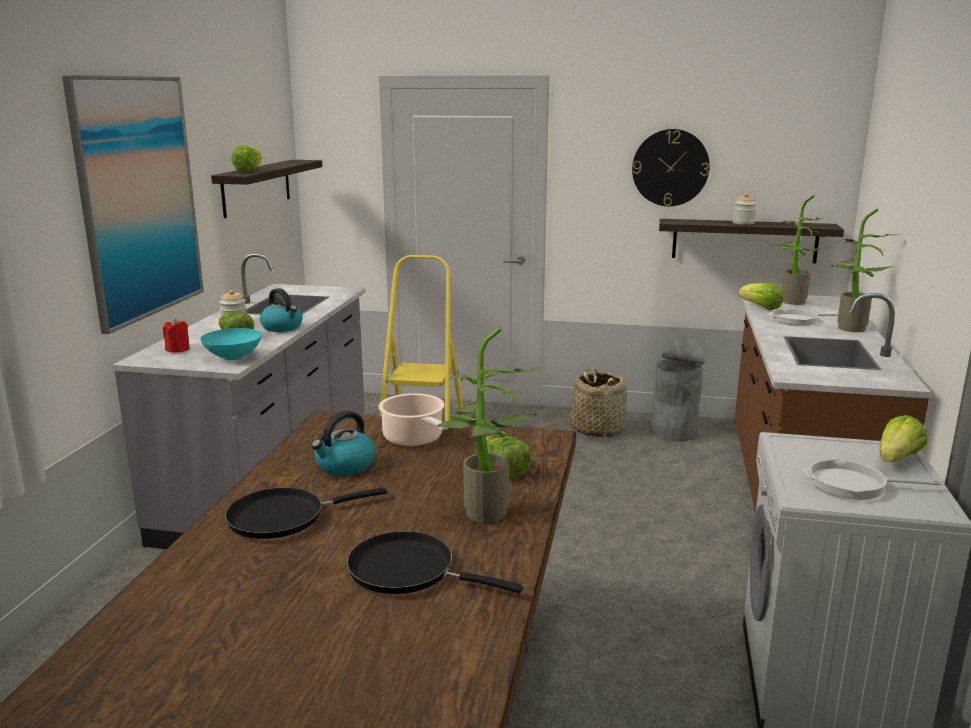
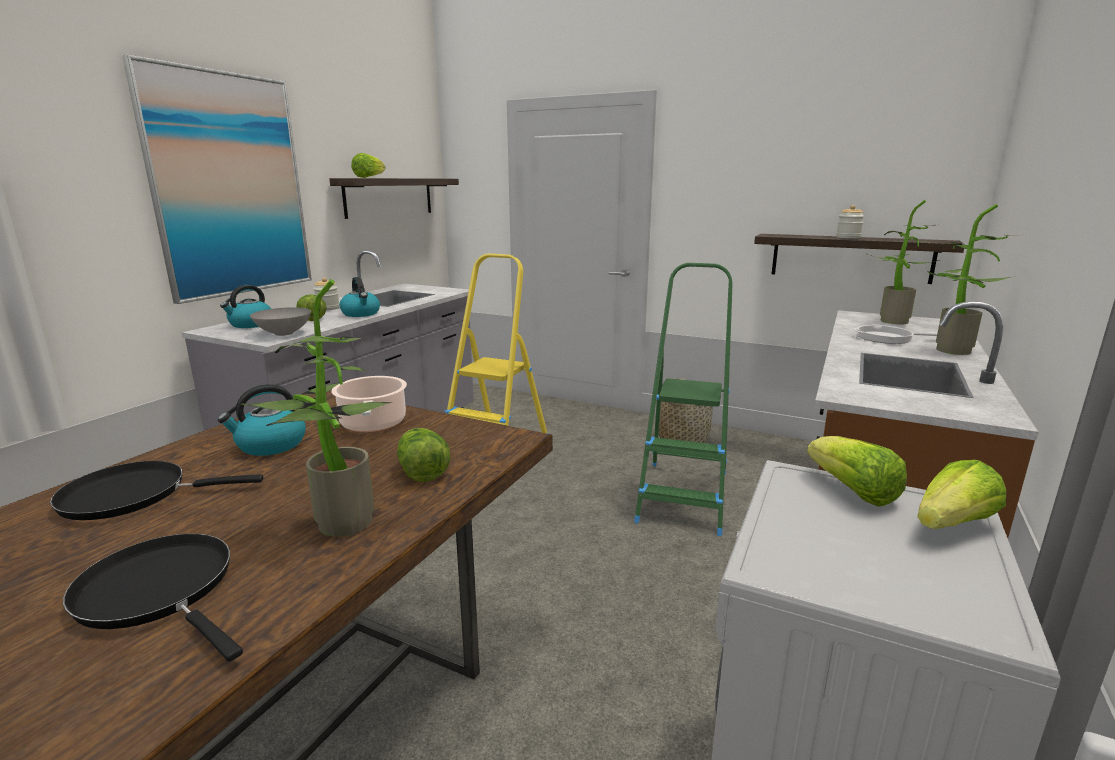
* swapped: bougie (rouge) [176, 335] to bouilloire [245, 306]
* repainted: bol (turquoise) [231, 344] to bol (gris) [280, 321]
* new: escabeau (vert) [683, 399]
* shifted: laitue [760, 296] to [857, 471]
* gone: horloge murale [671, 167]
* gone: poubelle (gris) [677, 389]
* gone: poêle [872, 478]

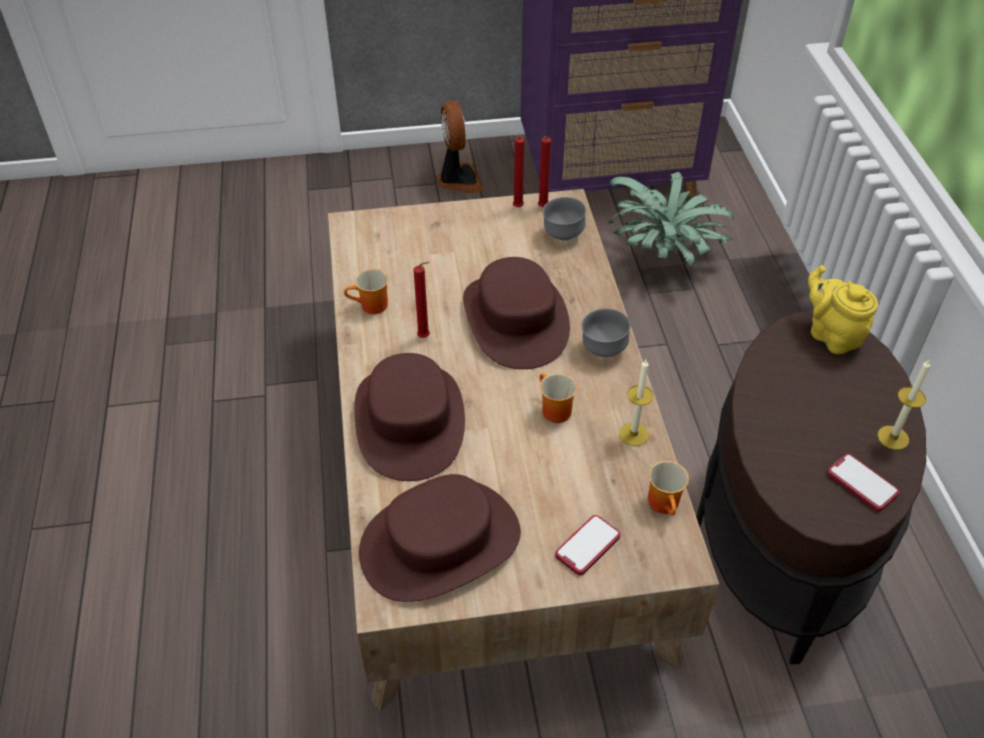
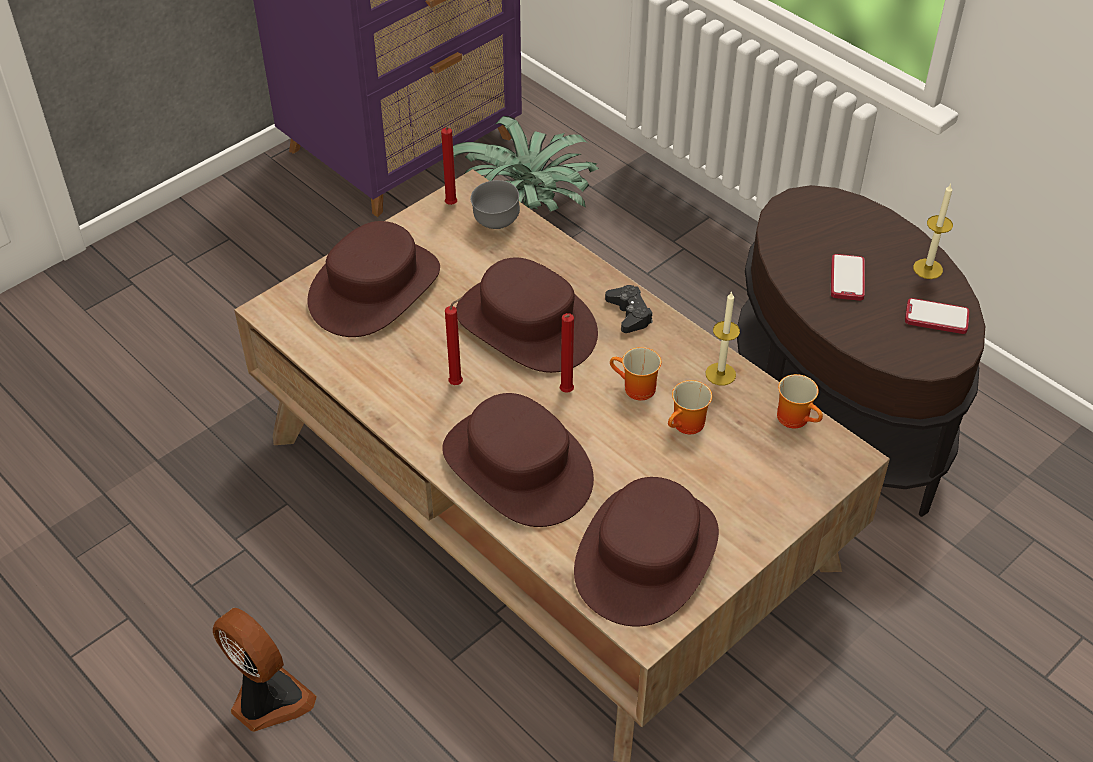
* shifted: ventilateur [459, 147] to [265, 670]
* new: chapeau (marron) [373, 279]
* shifted: bougie (rouge) [518, 171] to [567, 353]
* swapped: bol (gris) [606, 333] to manette (noir) [629, 309]
* shifted: mug [366, 291] to [690, 407]
* shifted: téléphone [588, 545] to [848, 277]
* gone: théière (jaune) [843, 309]

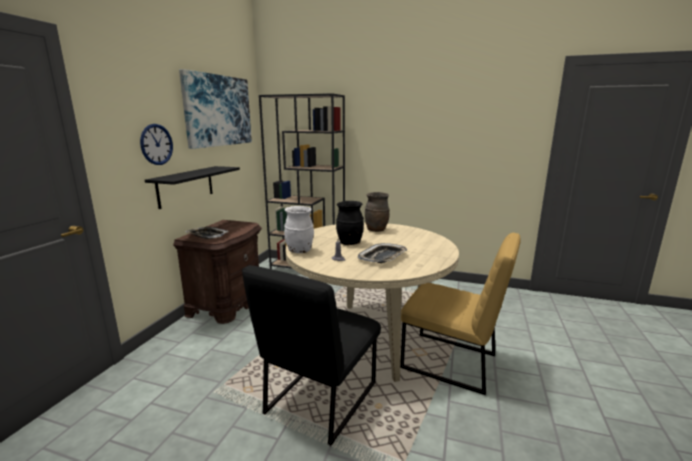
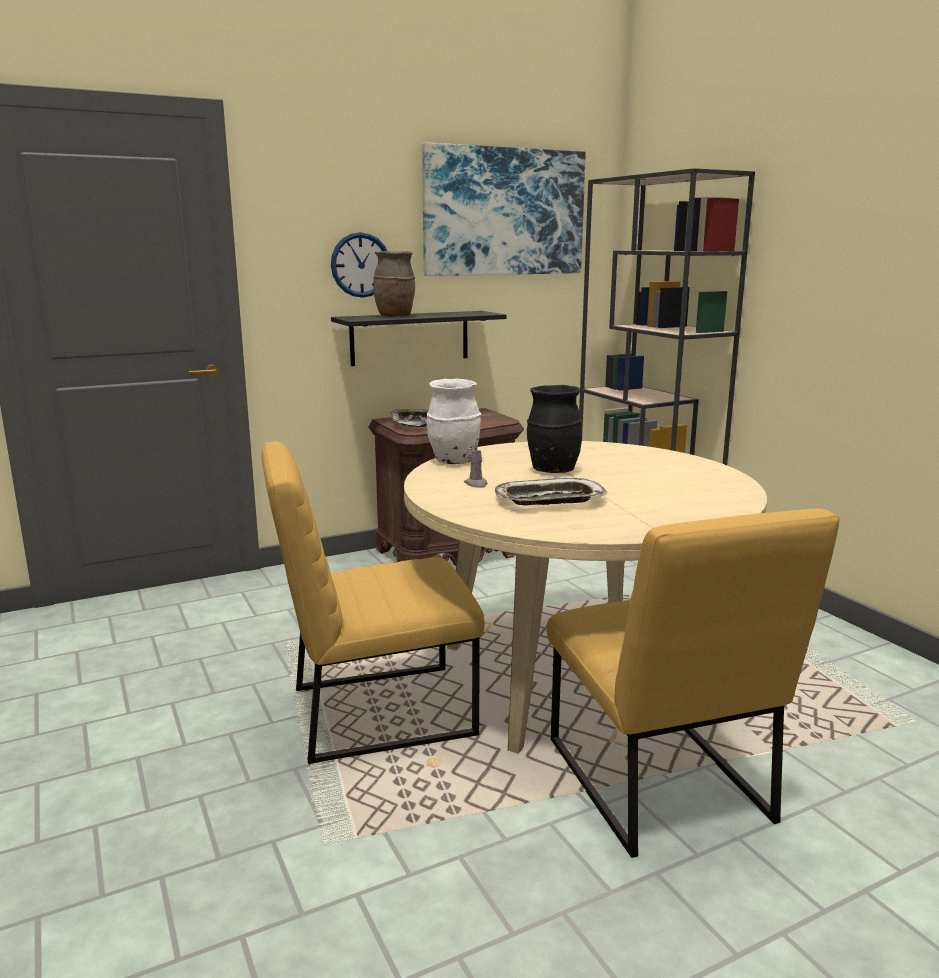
* repainted: chaise (noir) [311, 355] to chaise (jaune) [373, 602]
* shifted: vase (marron) [377, 212] to [394, 284]

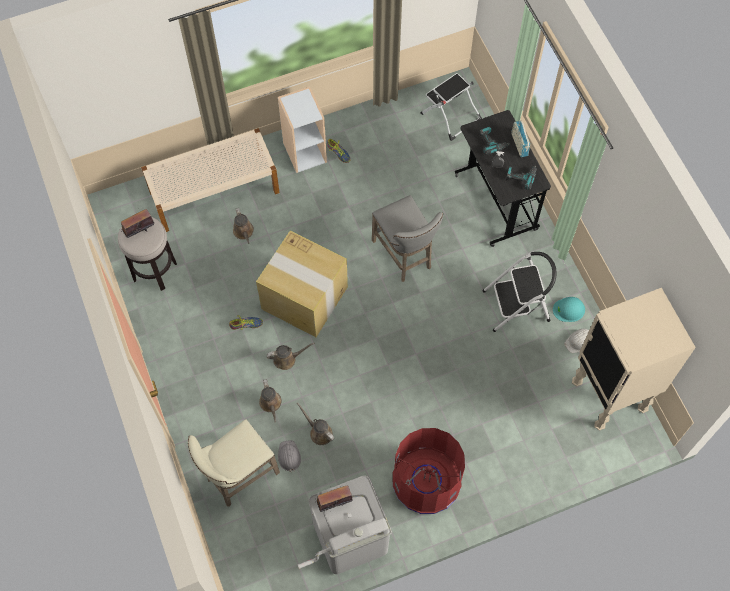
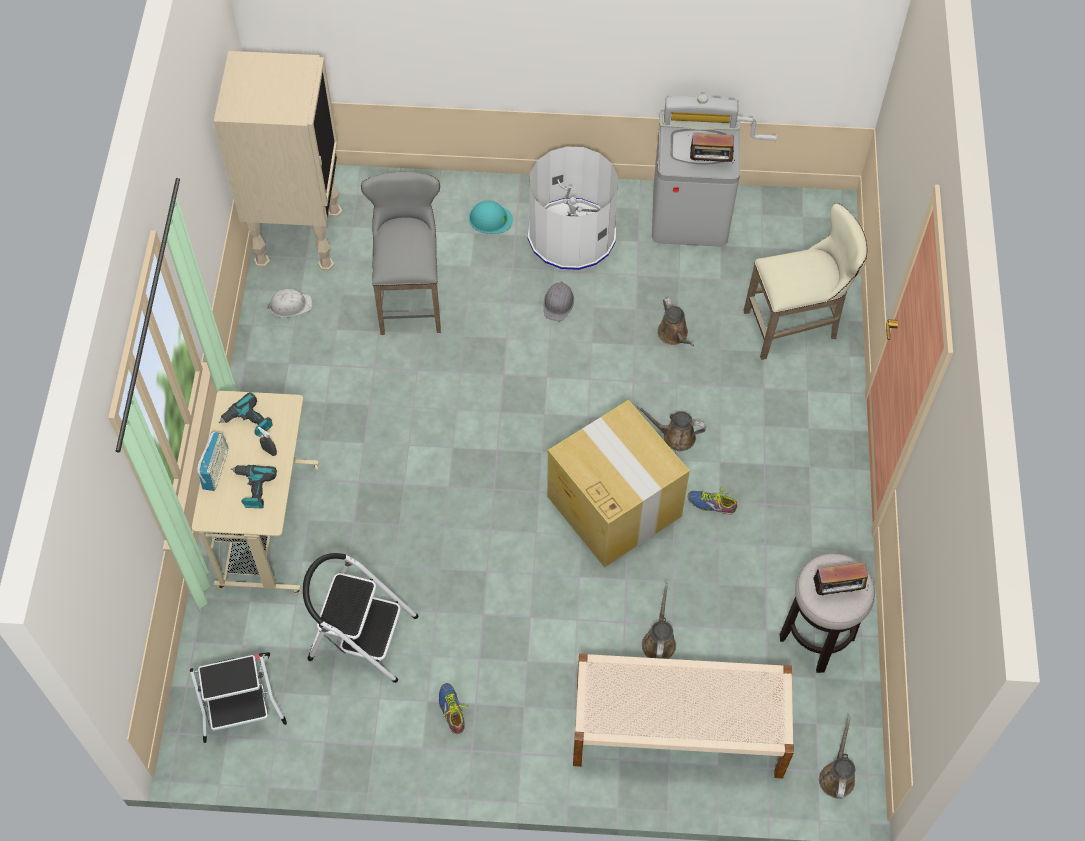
* repainted: bureau (noir) [502, 178] to bureau (beige) [255, 493]
* shifted: escabeau [519, 292] to [361, 618]
* shifted: tabouret (gris) [407, 238] to [401, 253]
* shifted: casque de chantier (turquoise) [569, 309] to [491, 217]
* repainted: poubelle (rouge) [428, 471] to poubelle (blanc) [573, 208]
* shifted: casque de chantier (gris) [289, 456] to [559, 301]
* shifted: arrosoir (marron) [270, 400] to [837, 757]
* gone: bibliothèque [302, 130]

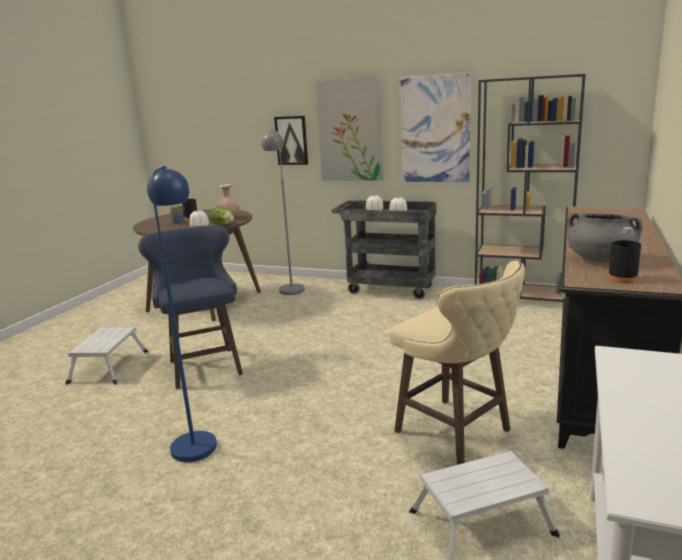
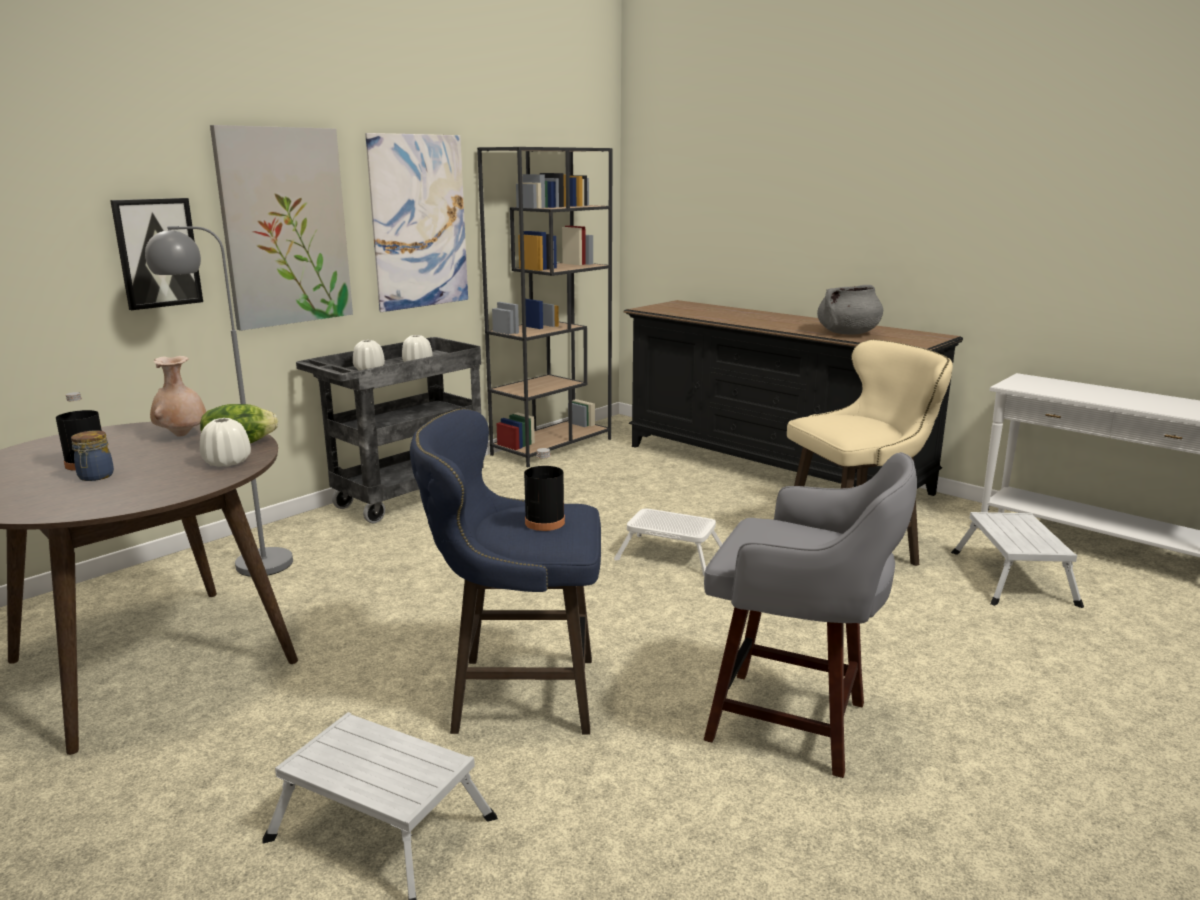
* shifted: bouteille (noir) [624, 255] to [544, 489]
* new: escabeau (blanc) [668, 542]
* swapped: lampadaire (bleu) [182, 314] to tabouret (gris) [810, 615]

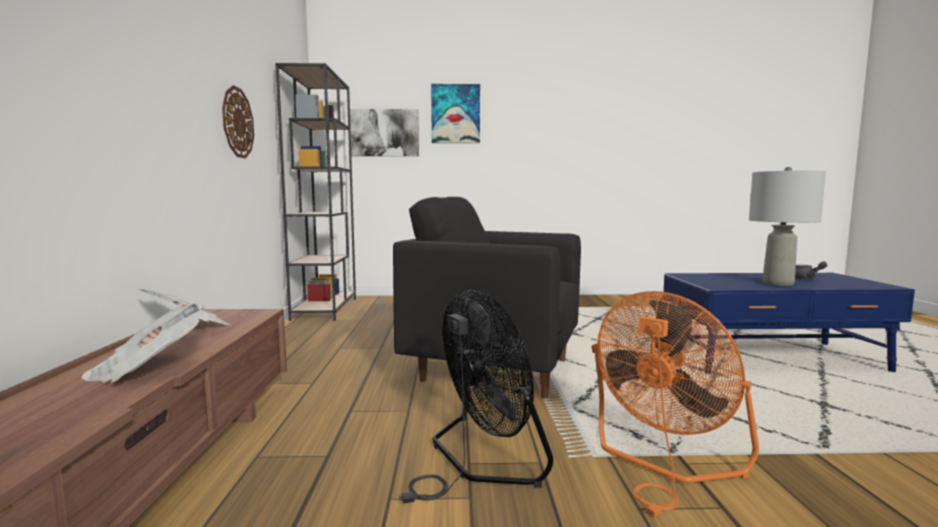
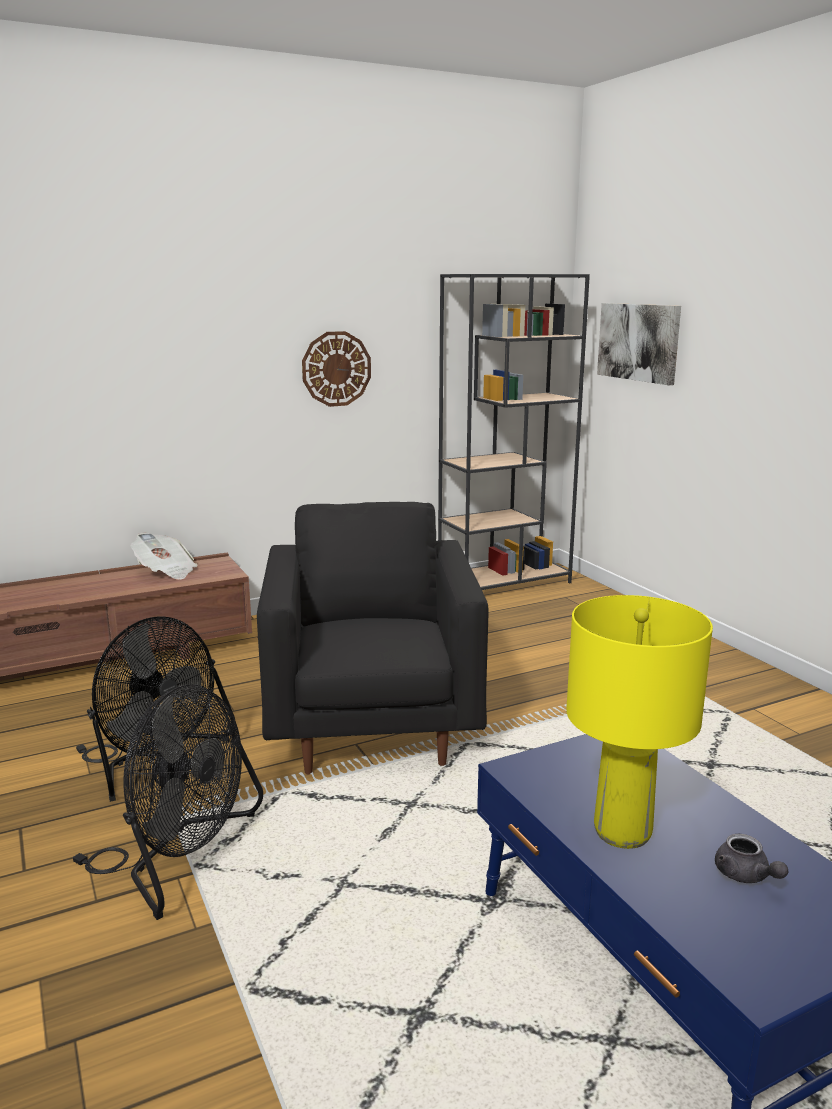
* repainted: ventilateur (orange) [675, 404] to ventilateur (noir) [168, 802]
* repainted: lampe de table (gris) [787, 226] to lampe de table (jaune) [639, 722]
* gone: journal [142, 343]
* gone: tableau [455, 113]

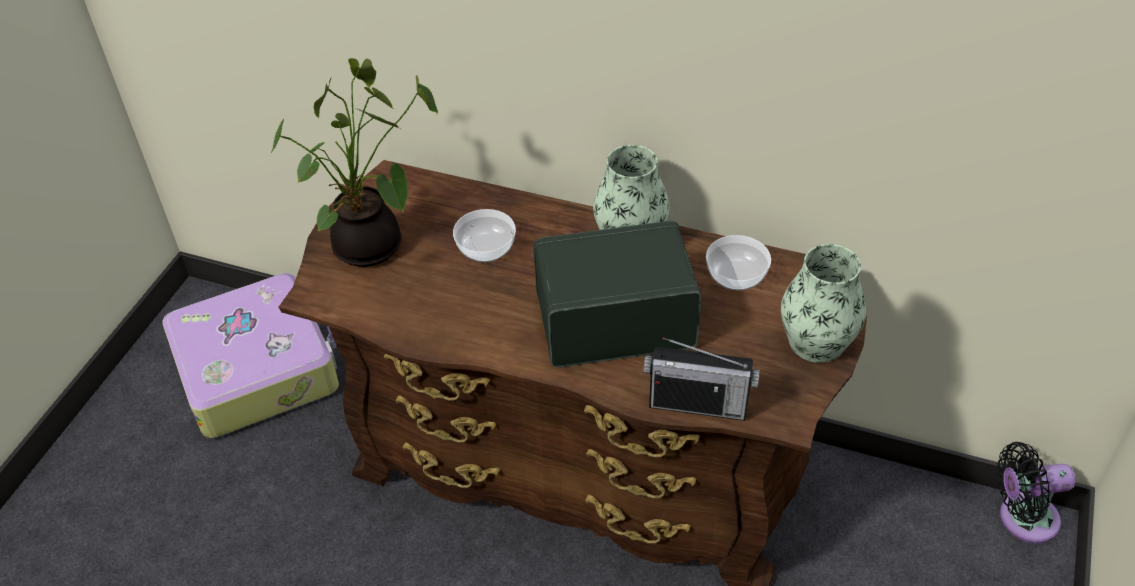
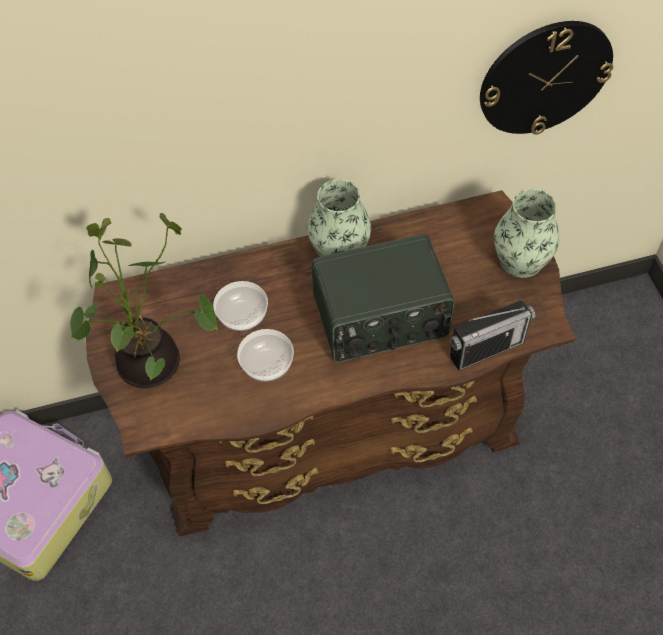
* shifted: bol [738, 263] to [265, 355]
* rotated: radio [617, 294] = [383, 298] 150 degrees counterclockwise
* new: horloge murale [546, 78]
* gone: ventilateur (noir) [1036, 492]

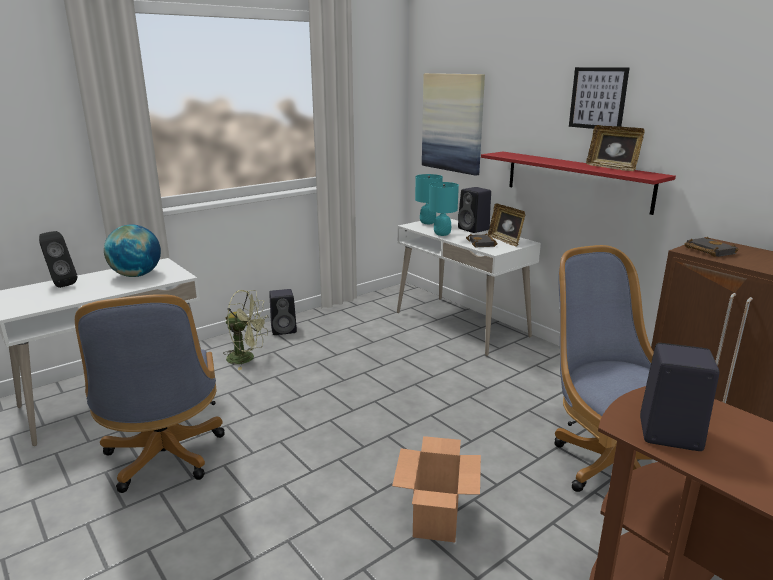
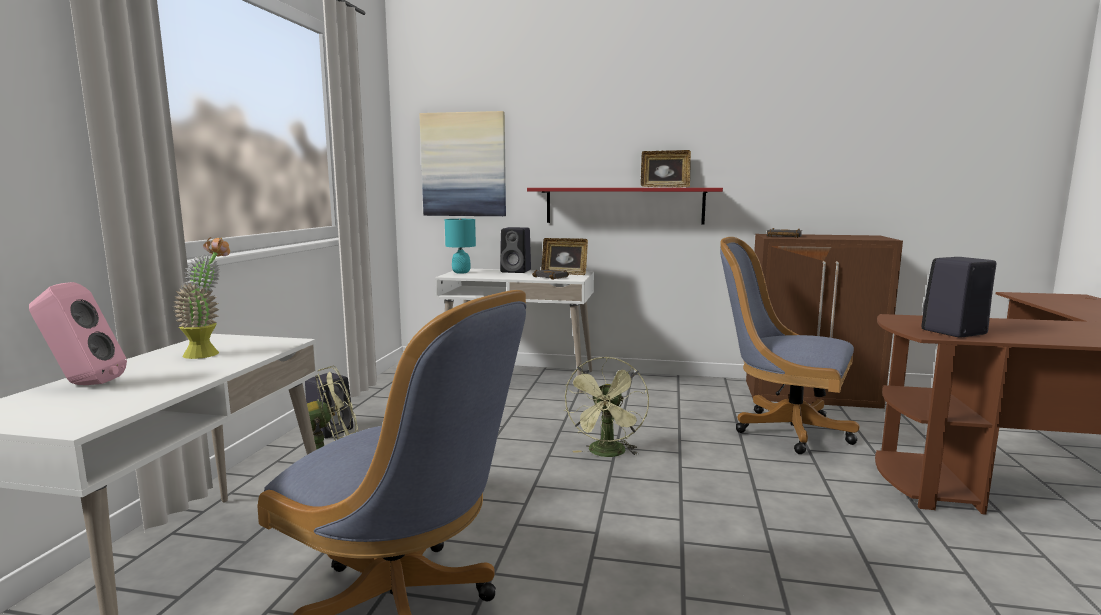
* repainted: enceinte (noir) [58, 259] to enceinte (rose) [78, 333]
* swapped: globe [132, 251] to plante en pot [201, 298]
* new: ventilateur (vert) [606, 406]
* gone: carton [436, 489]
* gone: lampe de table (turquoise) [444, 209]
* gone: tableau [599, 98]

